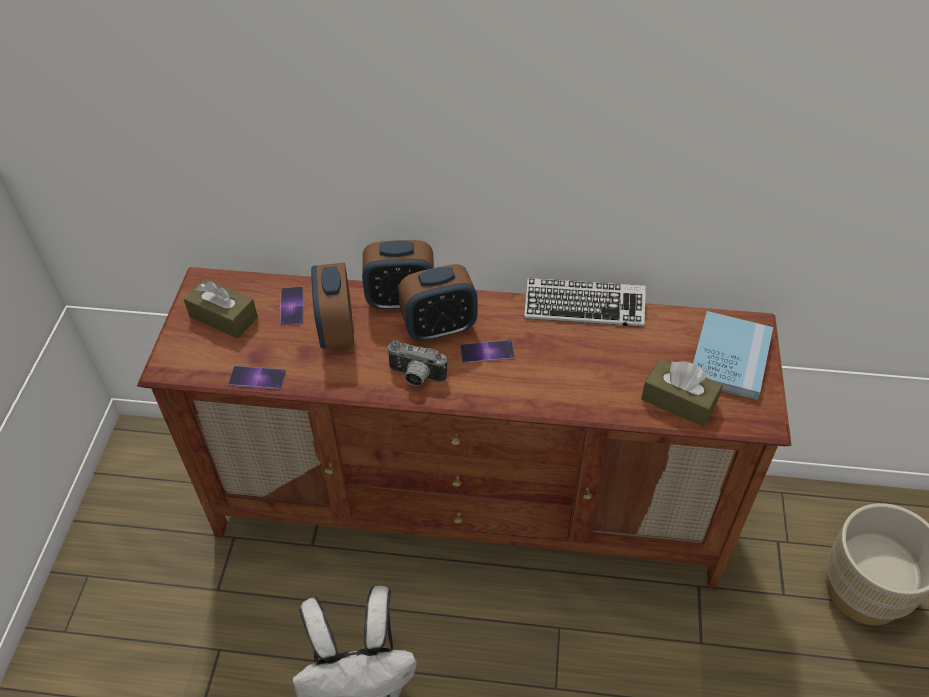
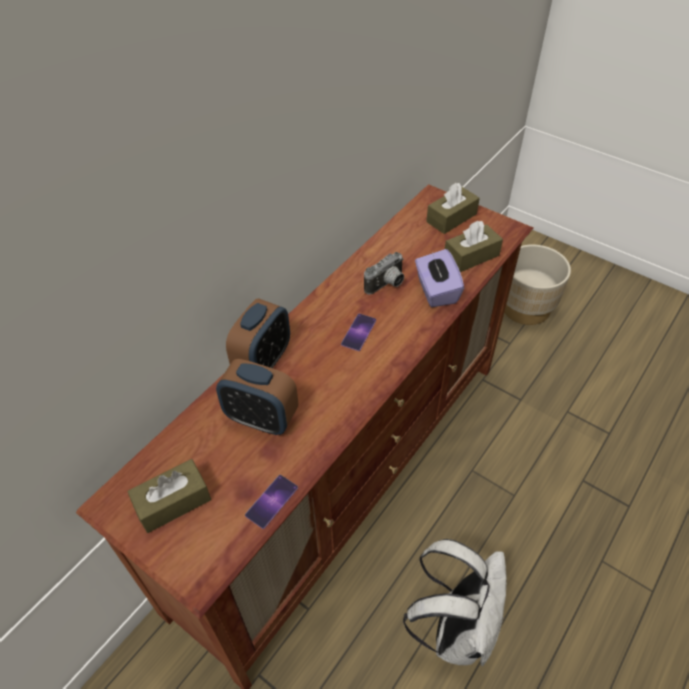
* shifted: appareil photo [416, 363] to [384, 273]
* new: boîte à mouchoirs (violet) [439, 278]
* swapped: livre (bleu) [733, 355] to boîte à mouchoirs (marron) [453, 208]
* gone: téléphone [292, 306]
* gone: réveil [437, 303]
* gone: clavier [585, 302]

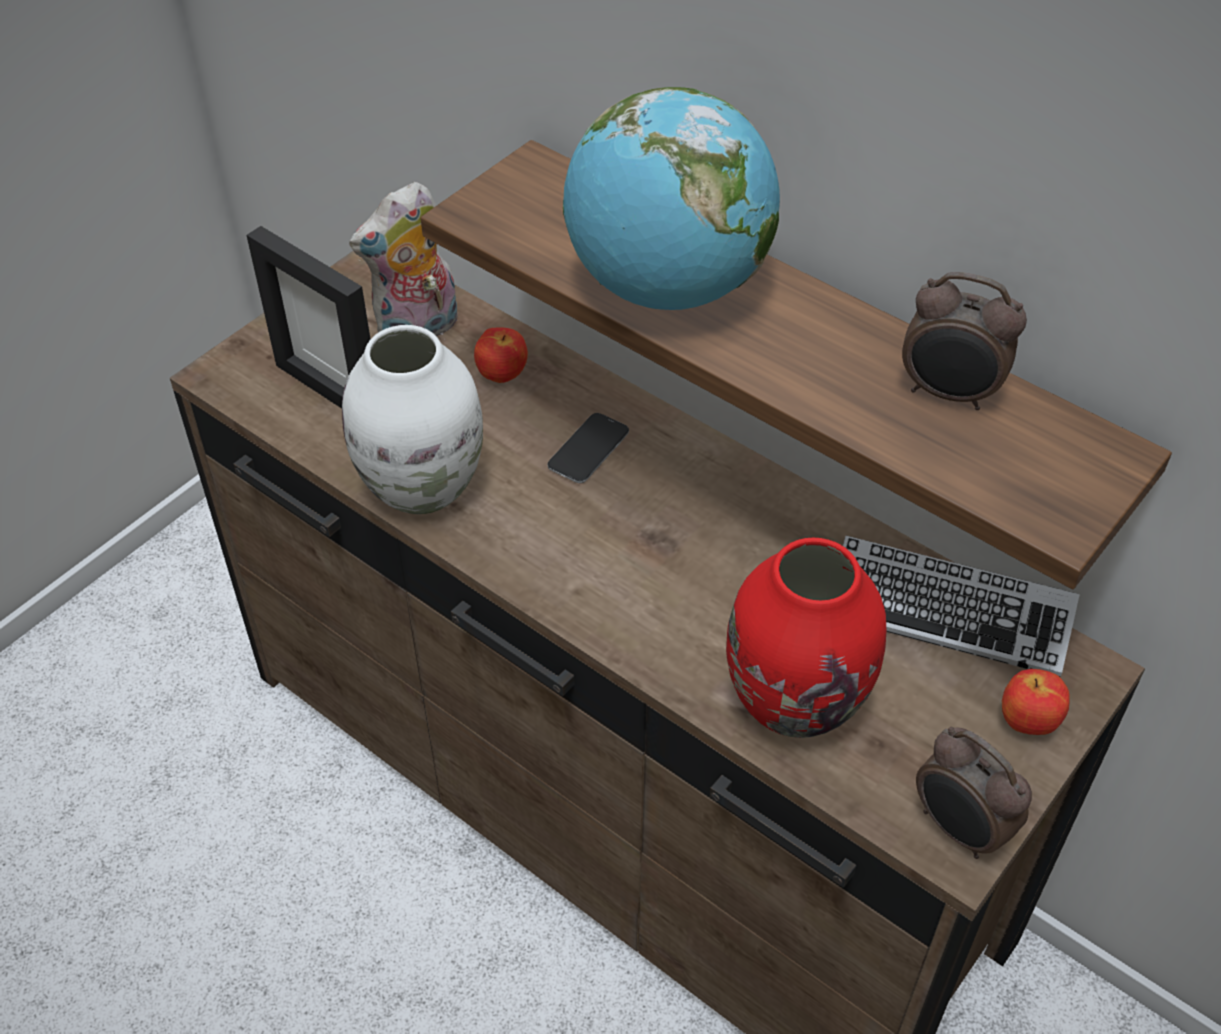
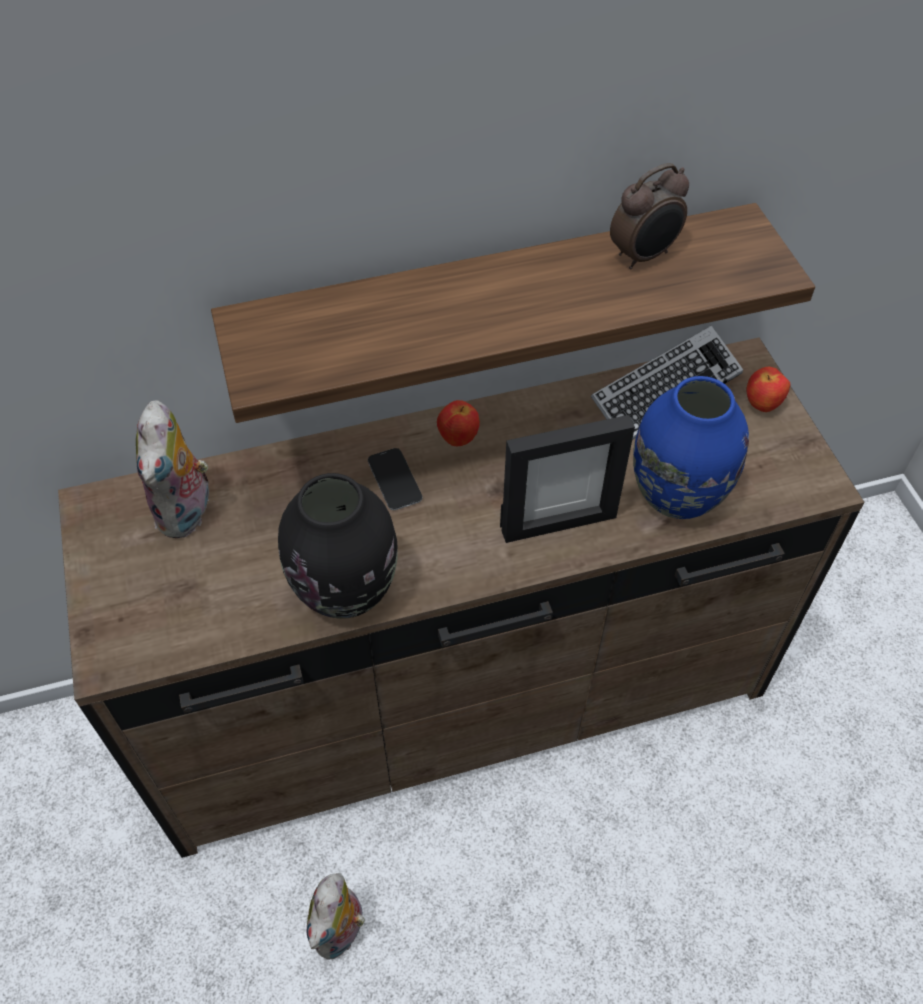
* repainted: vase (blanc) [412, 419] to vase (noir) [338, 546]
* new: peluche [336, 916]
* shifted: pomme [501, 355] to [458, 423]
* shifted: cadre photo [308, 317] to [567, 479]
* repainted: vase (rouge) [806, 638] to vase (bleu) [691, 447]
* gone: globe [671, 198]
* gone: réveil [974, 793]

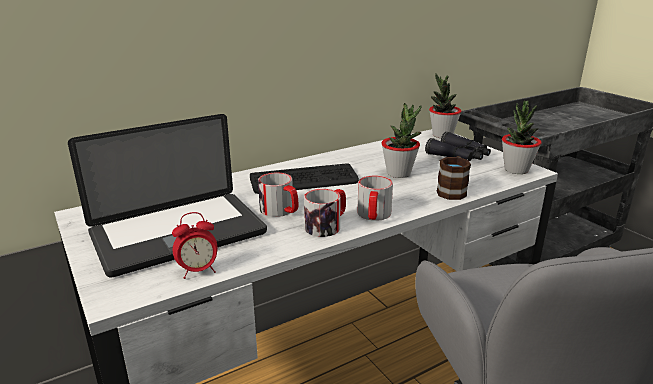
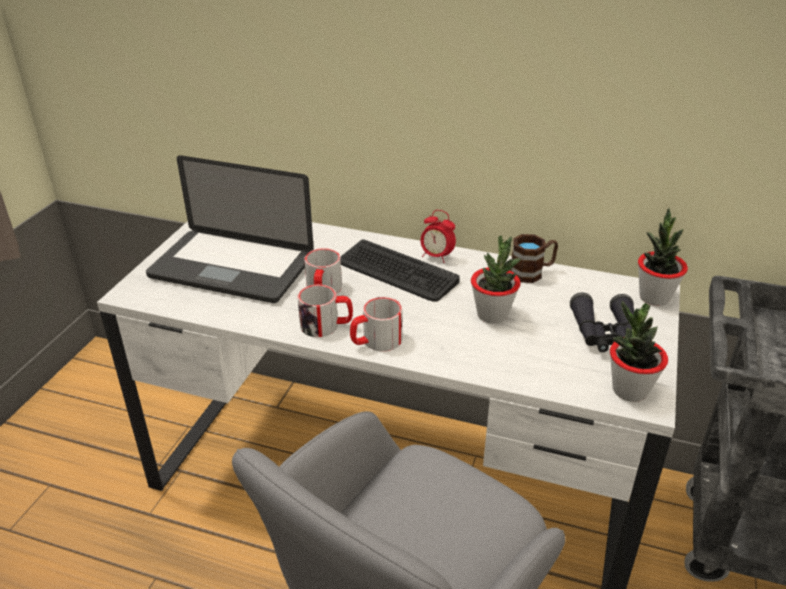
* shifted: réveil [195, 245] to [438, 236]
* shifted: mug (marron) [454, 178] to [534, 258]

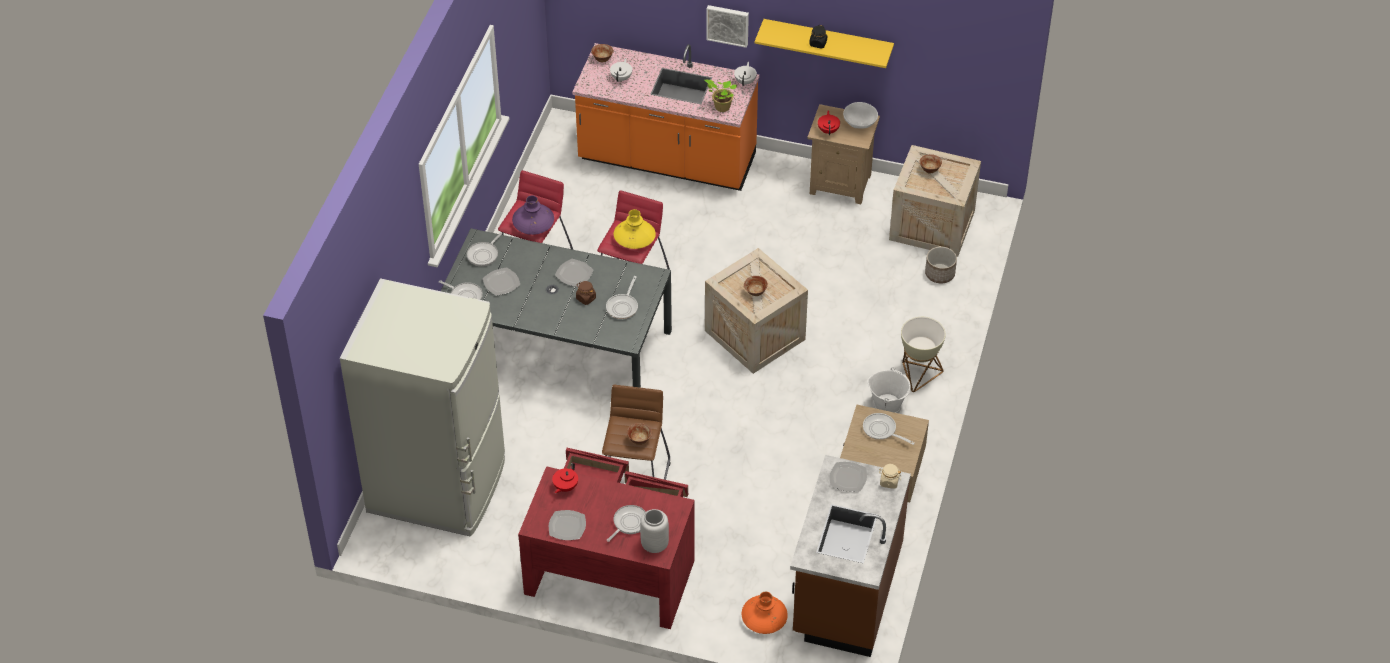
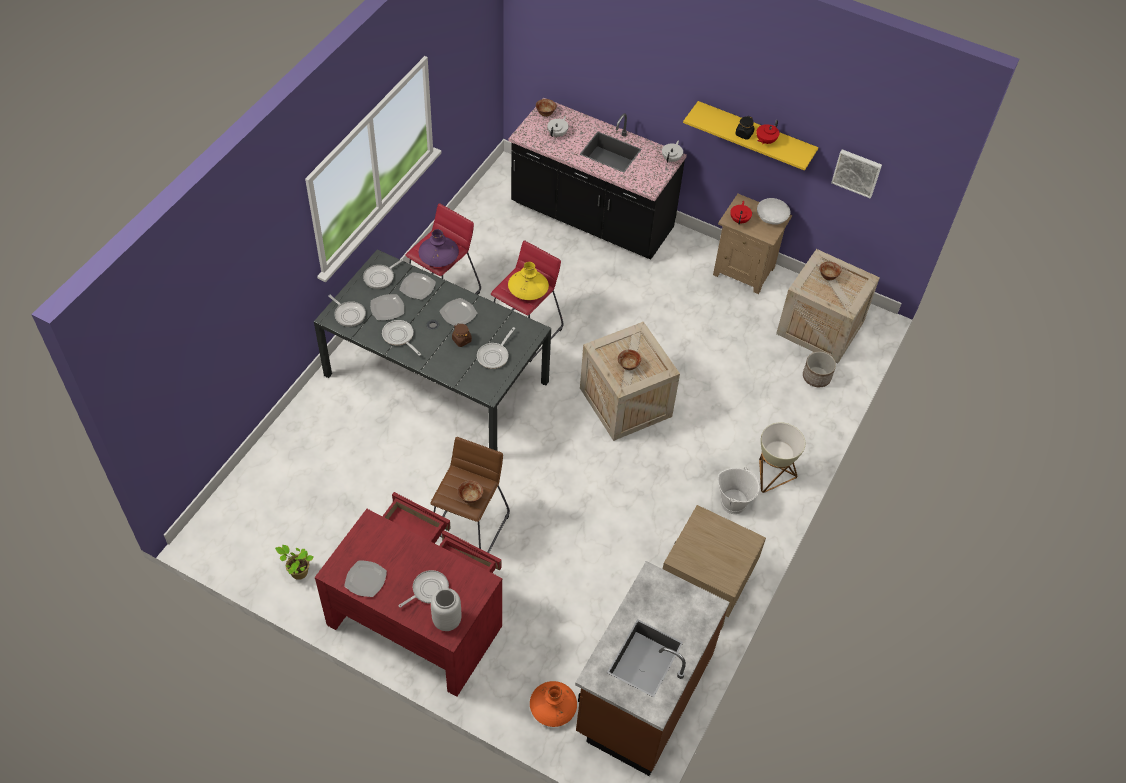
* shifted: plante en pot [721, 95] to [294, 562]
* shifted: poêle [889, 429] to [401, 338]
* shifted: assiette [848, 477] to [417, 286]
* repainted: comptoir de cuisine (orange) [665, 117] to comptoir de cuisine (noir) [598, 179]
* shifted: théière (rouge) [565, 478] to [767, 132]
* shifted: tableau [727, 26] to [856, 173]
* gone: réfrigérateur (blanc) [422, 407]
* gone: bocal (beige) [889, 476]

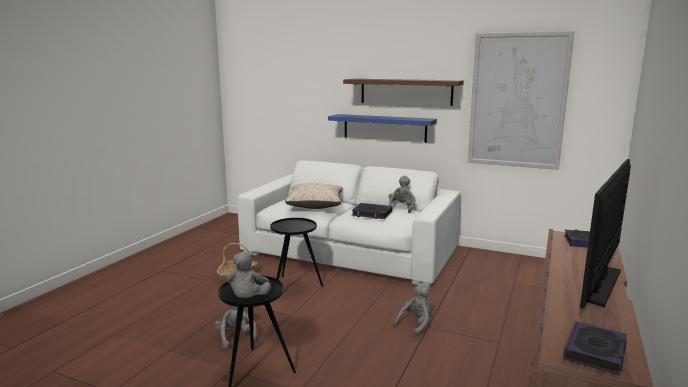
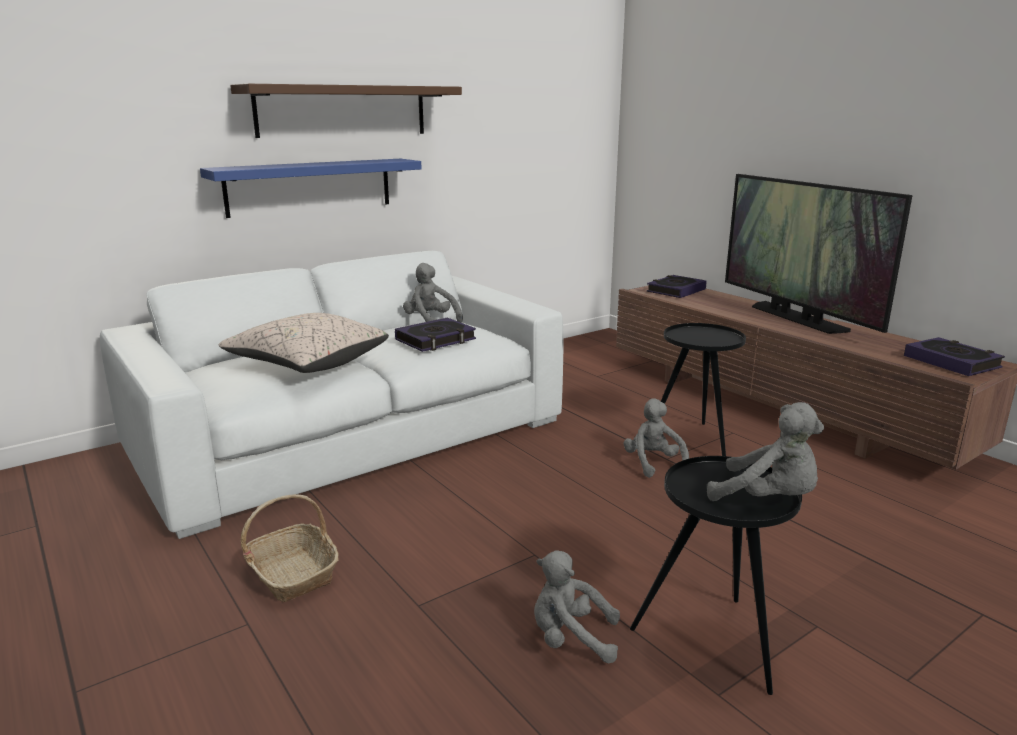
* shifted: table d'appoint (noir) [296, 252] to [703, 389]
* gone: tableau [521, 100]

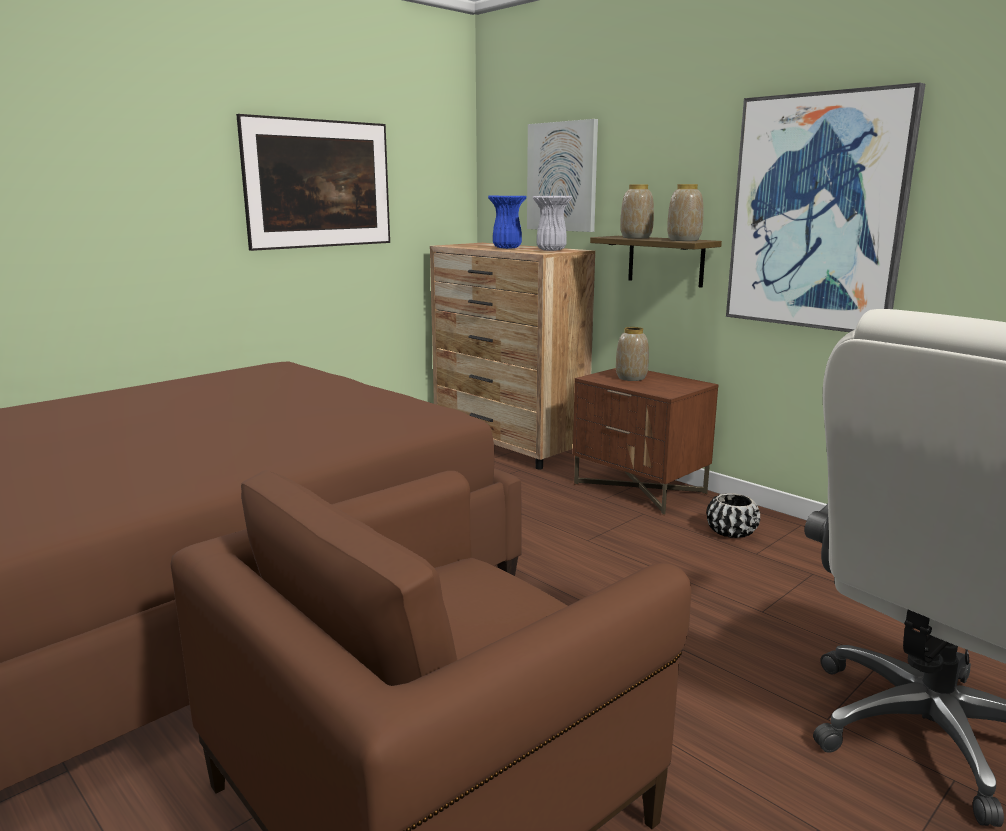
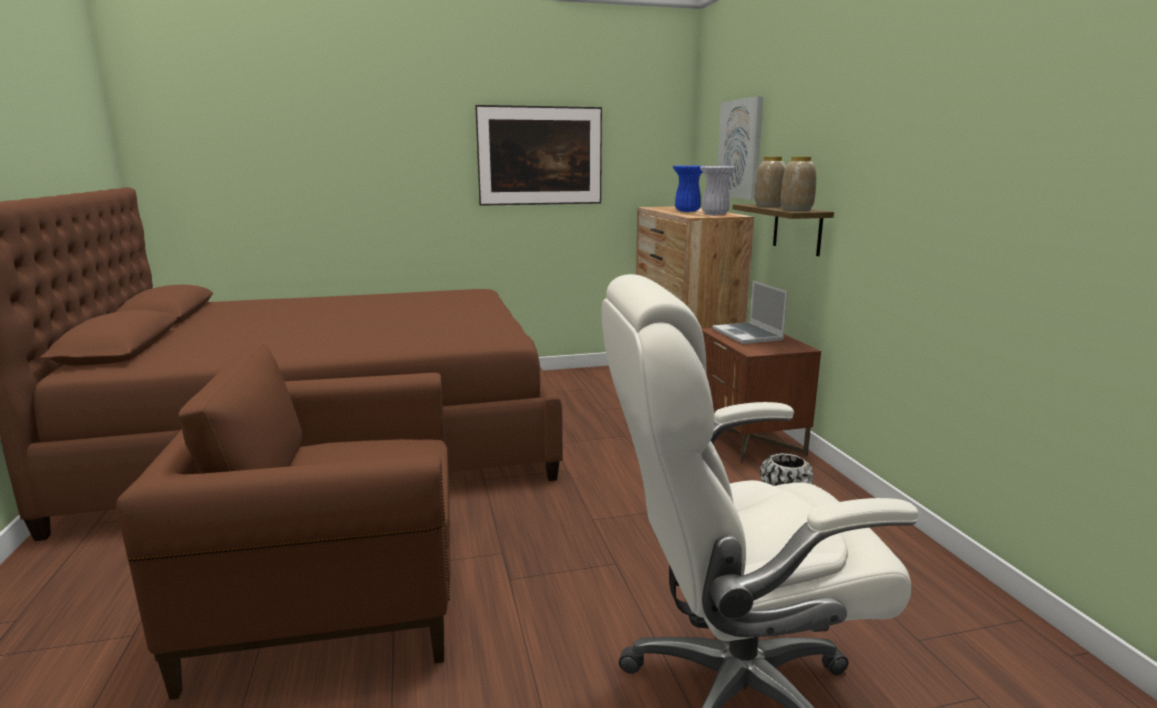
* swapped: vase [632, 354] to ordinateur portable [750, 312]
* gone: tableau [825, 207]

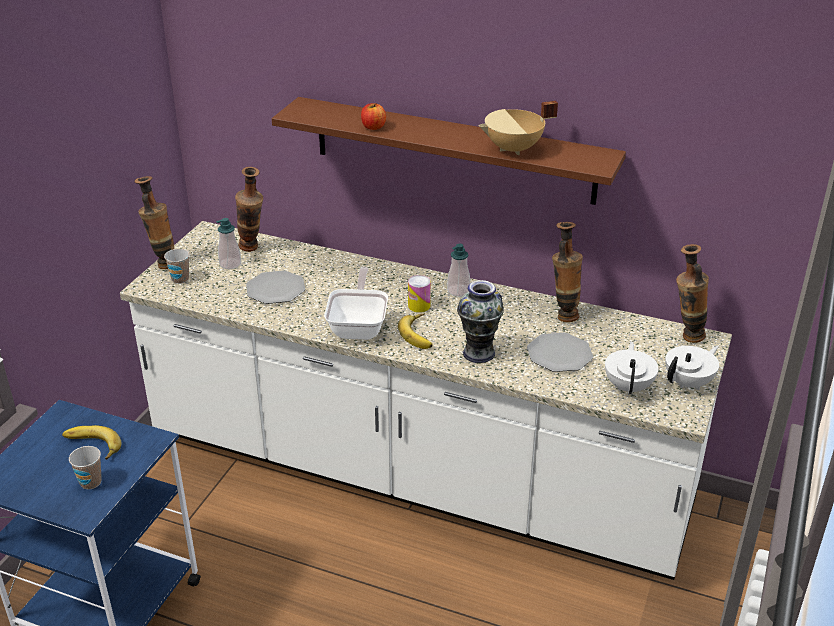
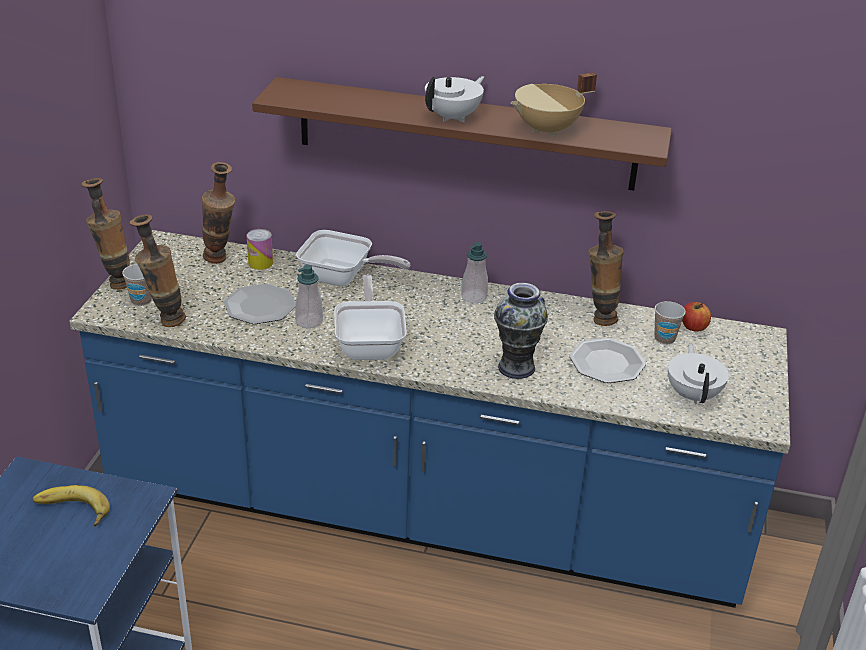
* repainted: comptoir de cuisine (blanc) [426, 400] to comptoir de cuisine (bleu) [429, 419]
* shifted: vase [692, 293] to [158, 270]
* shifted: boîte métallique [419, 294] to [260, 249]
* shifted: distributeur de savon [228, 243] to [309, 296]
* new: poêle [353, 258]
* shifted: théière (blanc) [692, 368] to [454, 99]
* shifted: tasse [85, 467] to [670, 322]
* shifted: pomme [373, 116] to [696, 317]
* gone: banane [415, 331]

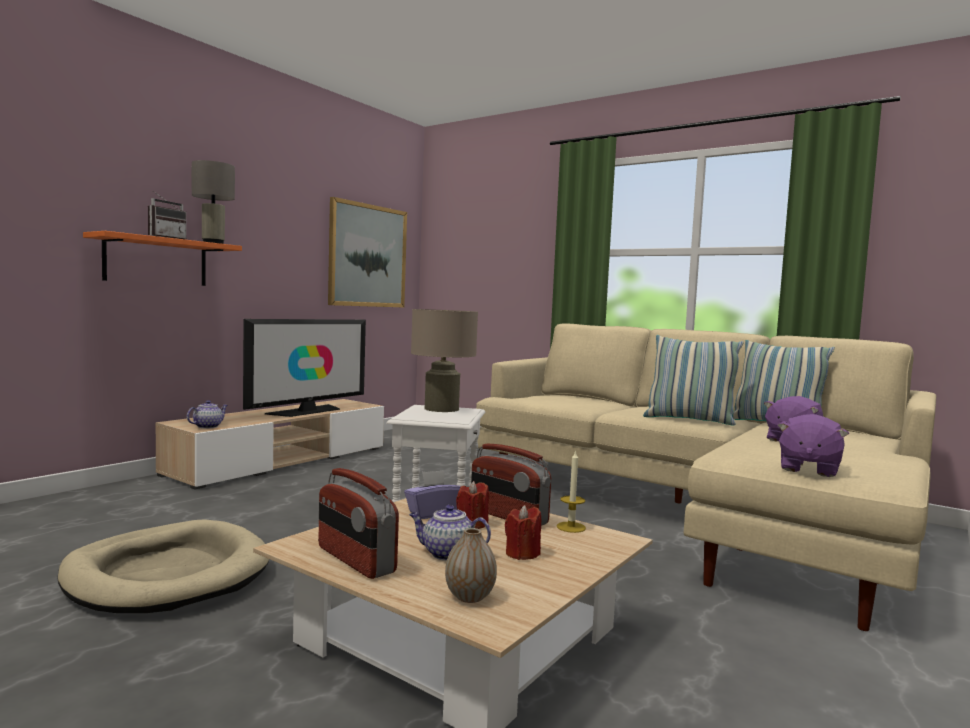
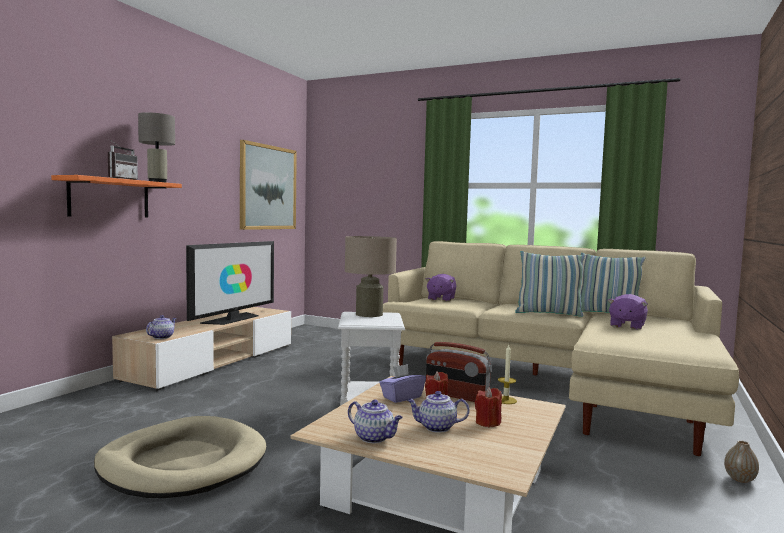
* swapped: radio [358, 523] to théière [375, 421]
* shifted: peluche (violet) [813, 445] to [441, 287]
* shifted: vase [471, 565] to [741, 461]

